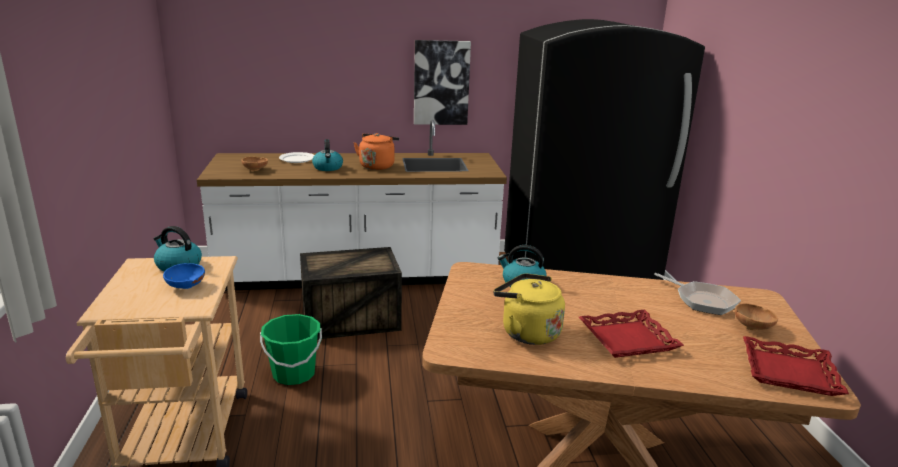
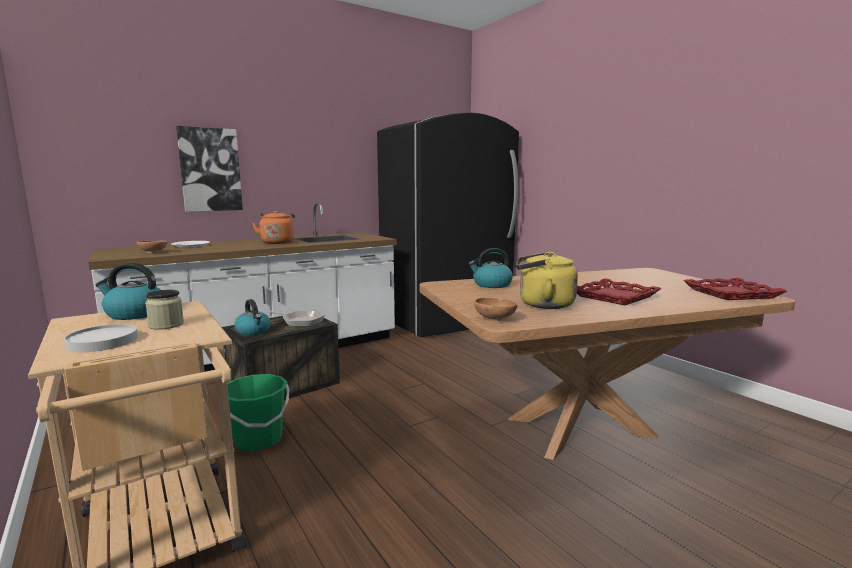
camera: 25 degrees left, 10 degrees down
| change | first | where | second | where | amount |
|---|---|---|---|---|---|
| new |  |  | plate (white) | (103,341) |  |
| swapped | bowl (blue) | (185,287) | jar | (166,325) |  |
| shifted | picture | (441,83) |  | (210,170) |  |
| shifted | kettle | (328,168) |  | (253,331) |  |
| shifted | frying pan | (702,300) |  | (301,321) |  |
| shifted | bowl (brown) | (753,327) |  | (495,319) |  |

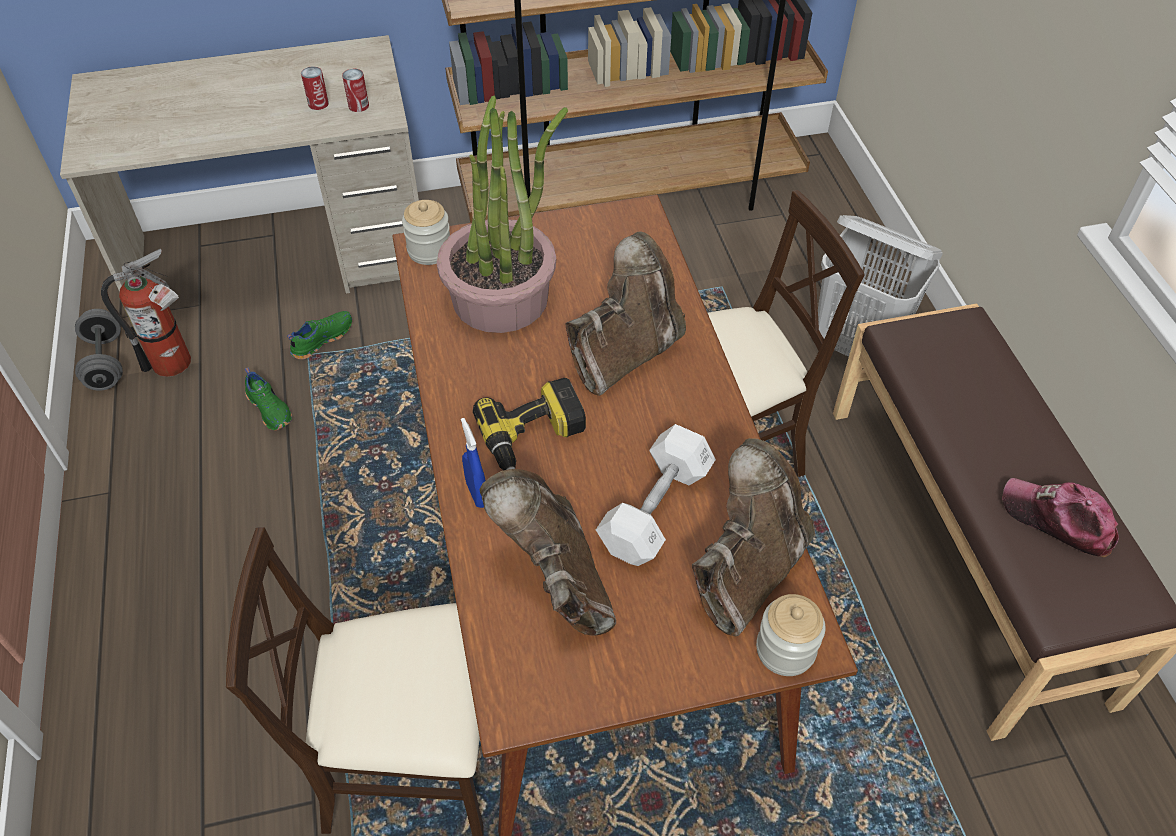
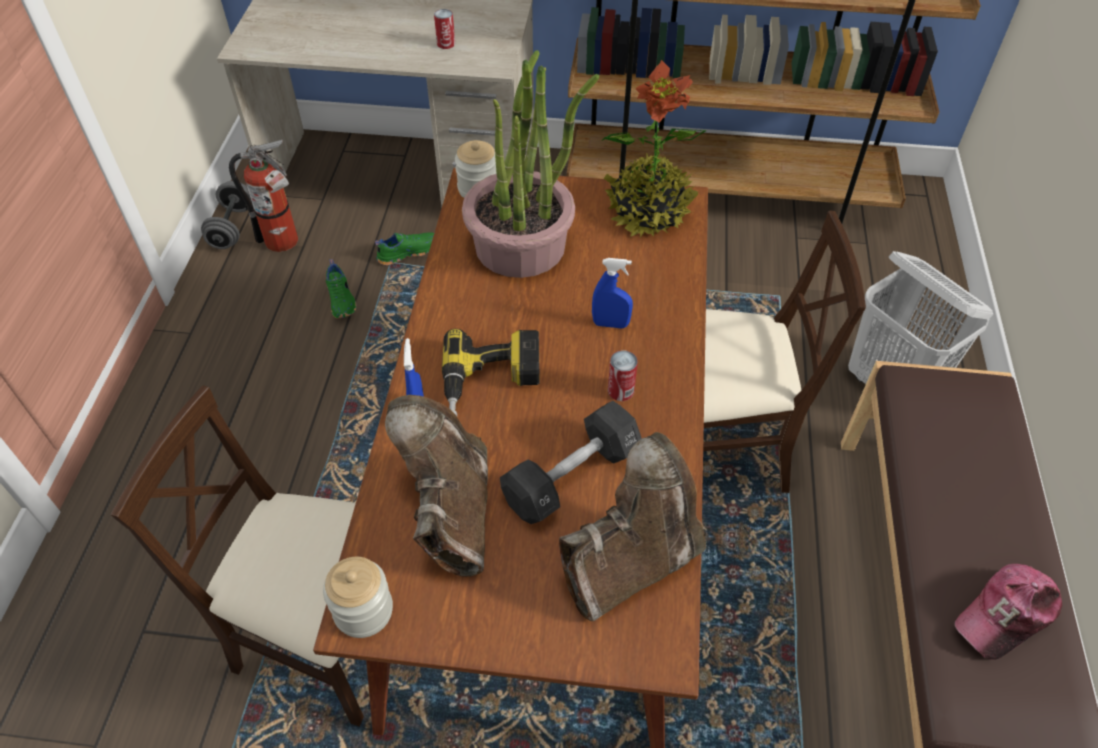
camera: 20 degrees right, 0 degrees up
| change | first | where | second | where | amount |
|---|---|---|---|---|---|
| shifted | jar | (785,650) |  | (363,611) |  |
| repainted | dumbbell (white) | (655,509) | dumbbell (black) | (571,476) |  |
| swapped | boot (brown) | (625,353) | spray bottle (blue) | (610,324) |  |
| new |  |  | potted plant | (648,211) |  |
| shifted | can | (358,106) |  | (620,390) |  |
| rotated | cap | (1058,520) |  | (1006,614) | 90 degrees counterclockwise |

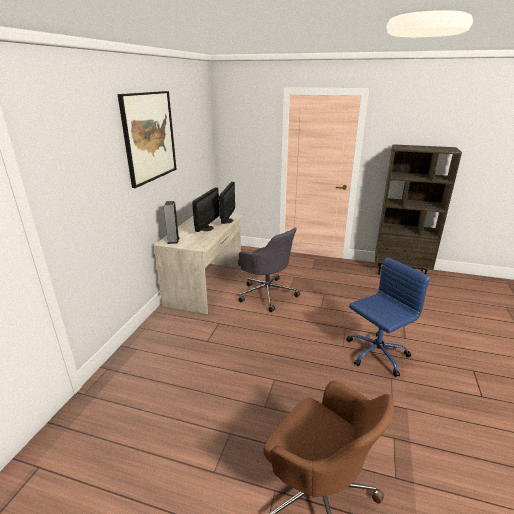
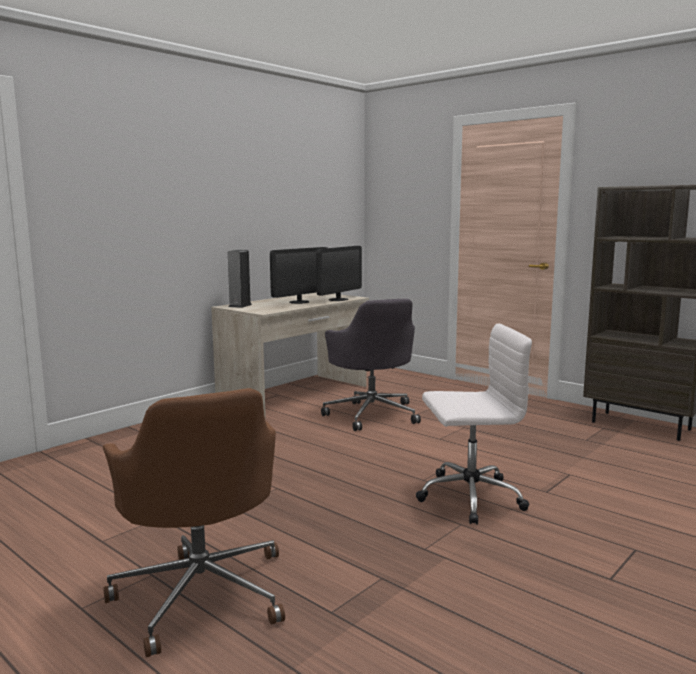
camera: 25 degrees right, 15 degrees down
| change | first | where | second | where | amount |
|---|---|---|---|---|---|
| repainted | office chair (blue) | (375,354) | office chair (white) | (468,497) |  |
| gone | picture | (149,137) |  |  |  |

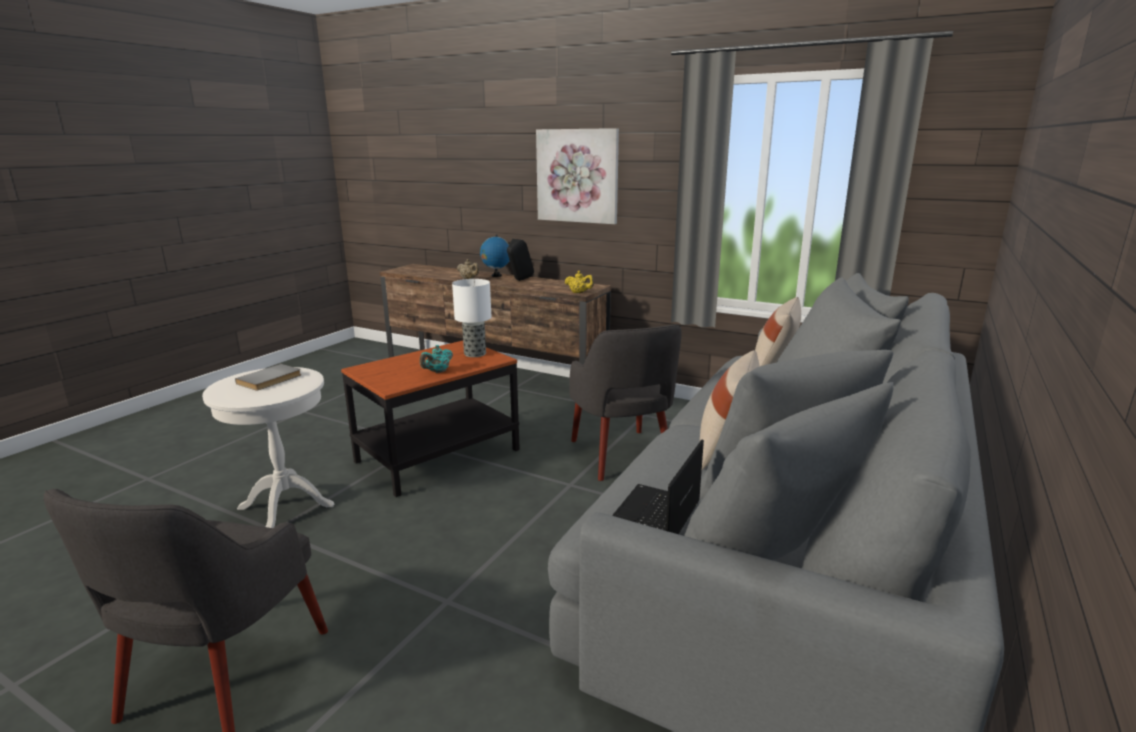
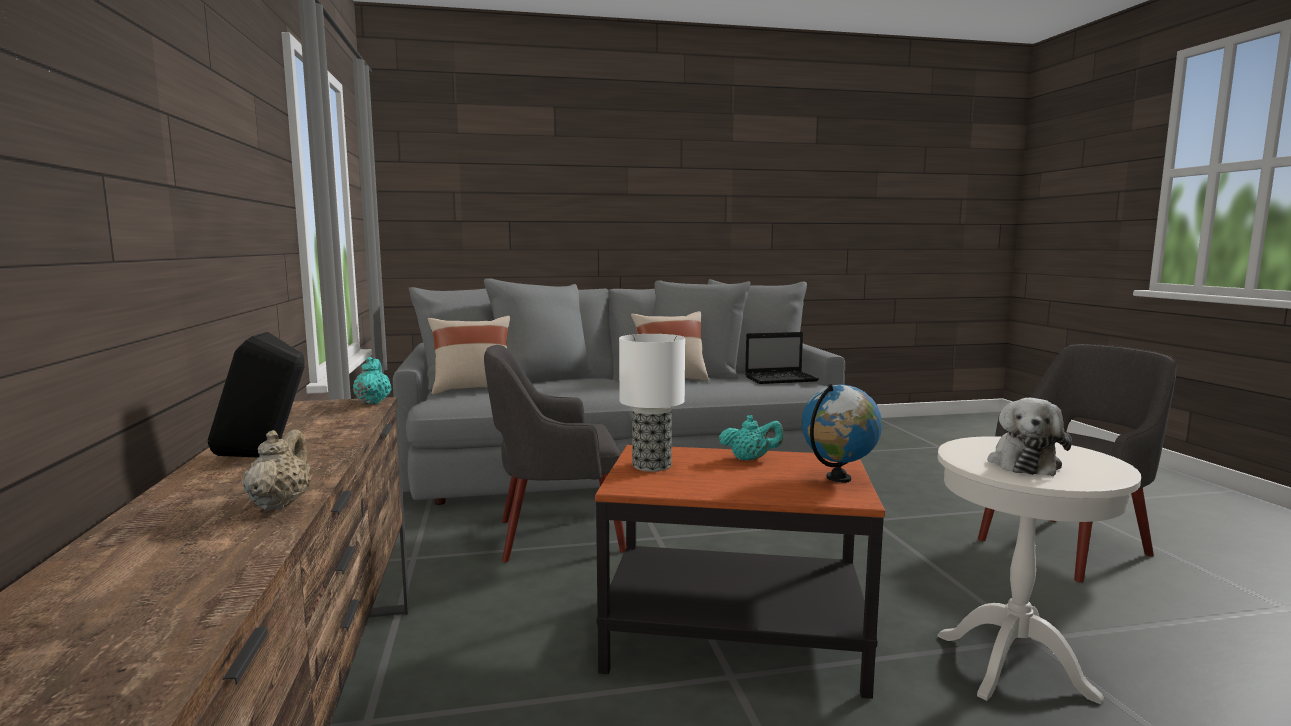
camera: 130 degrees left, 10 degrees down
| change | first | where | second | where | amount |
|---|---|---|---|---|---|
| repainted | teapot (yellow) | (579,293) | teapot (turquoise) | (373,402) |  |
| rotated | armchair (grey) | (621,455) |  | (557,535) | 135 degrees counterclockwise |
| shifted | globe | (496,276) |  | (838,478) |  |
| swapped | book (grey) | (271,379) | plush toy | (1024,463) |  |
| gone | picture | (578,176) |  |  |  |

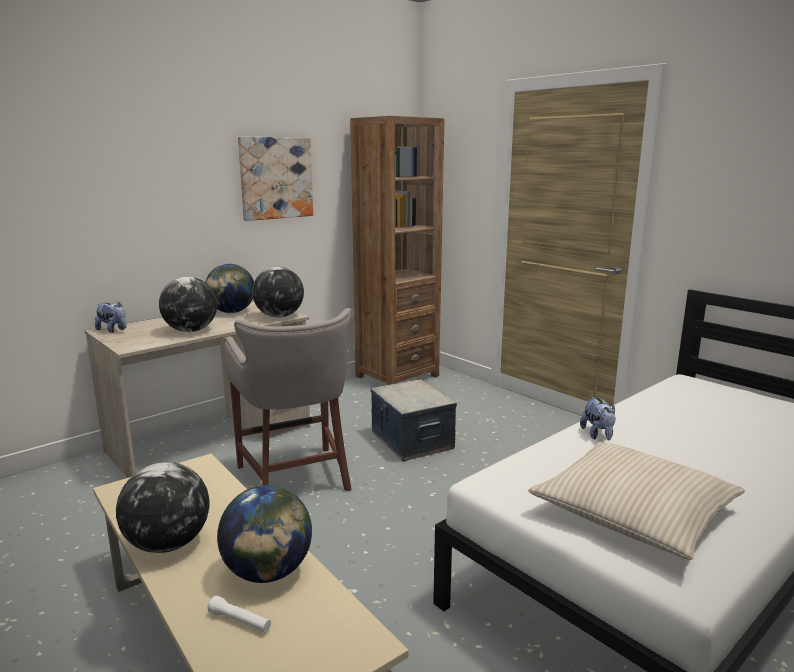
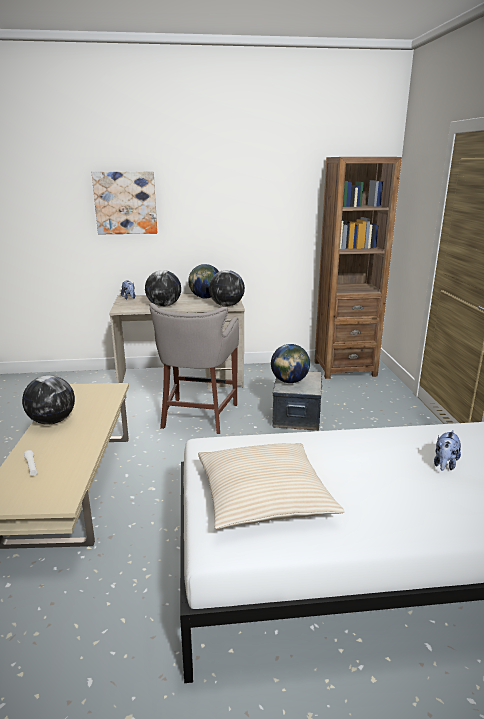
camera: 35 degrees right, 5 degrees up
| change | first | where | second | where | amount |
|---|---|---|---|---|---|
| shifted | picture | (275,178) |  | (125,203) |  |
| shifted | globe | (268,573) |  | (289,381) |  |
| shifted | plush toy | (598,435) |  | (444,464) |  |

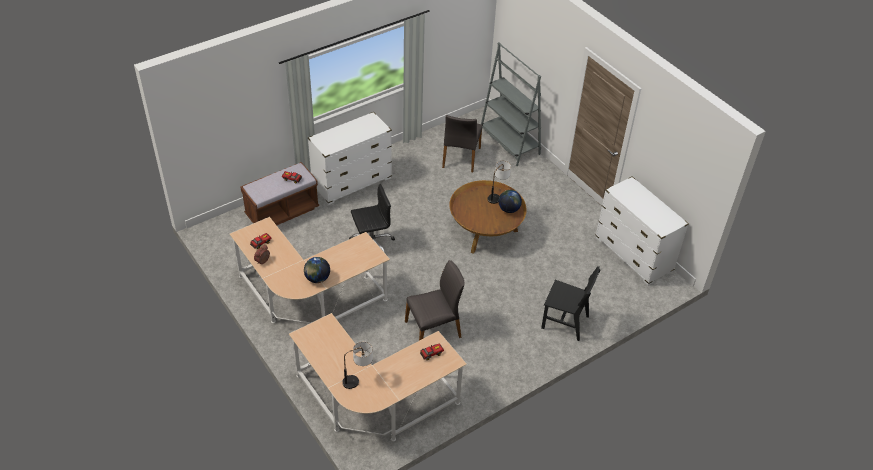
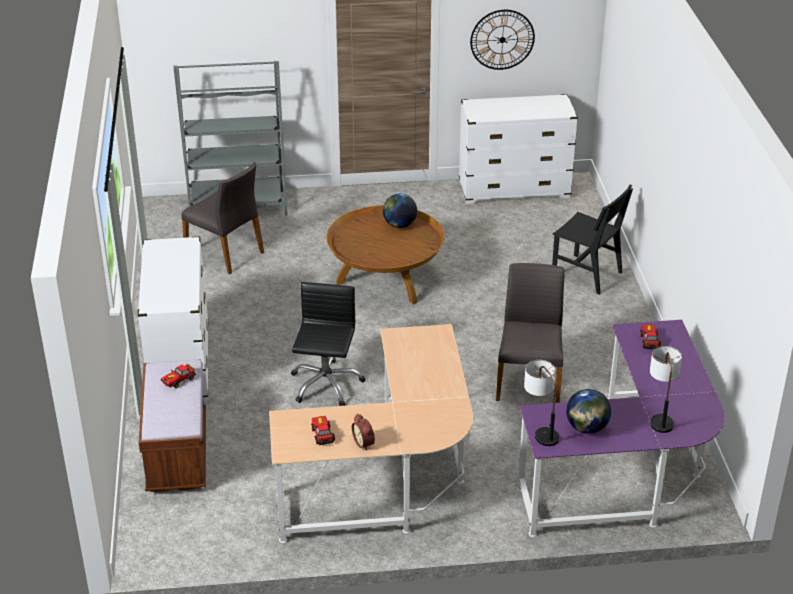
camera: 60 degrees left, 10 degrees down
| change | first | where | second | where | amount |
|---|---|---|---|---|---|
| new |  |  | wall clock | (502,39) |  |
| repainted | desk (beige) | (373,404) | desk (purple) | (627,476) |  |
| shifted | table lamp | (497,195) |  | (540,429) |  |
| rotated | chair (black) | (565,322) |  | (586,274) | 75 degrees clockwise |
| shifted | globe | (317,278) |  | (586,428) |  |

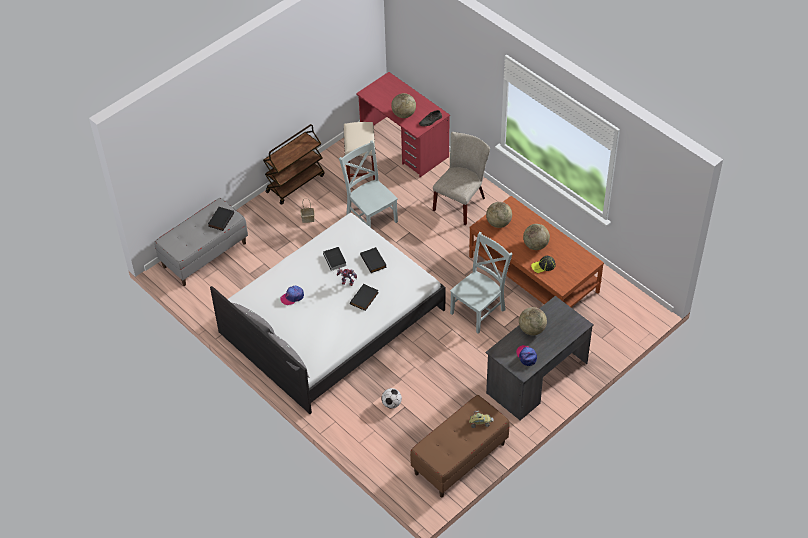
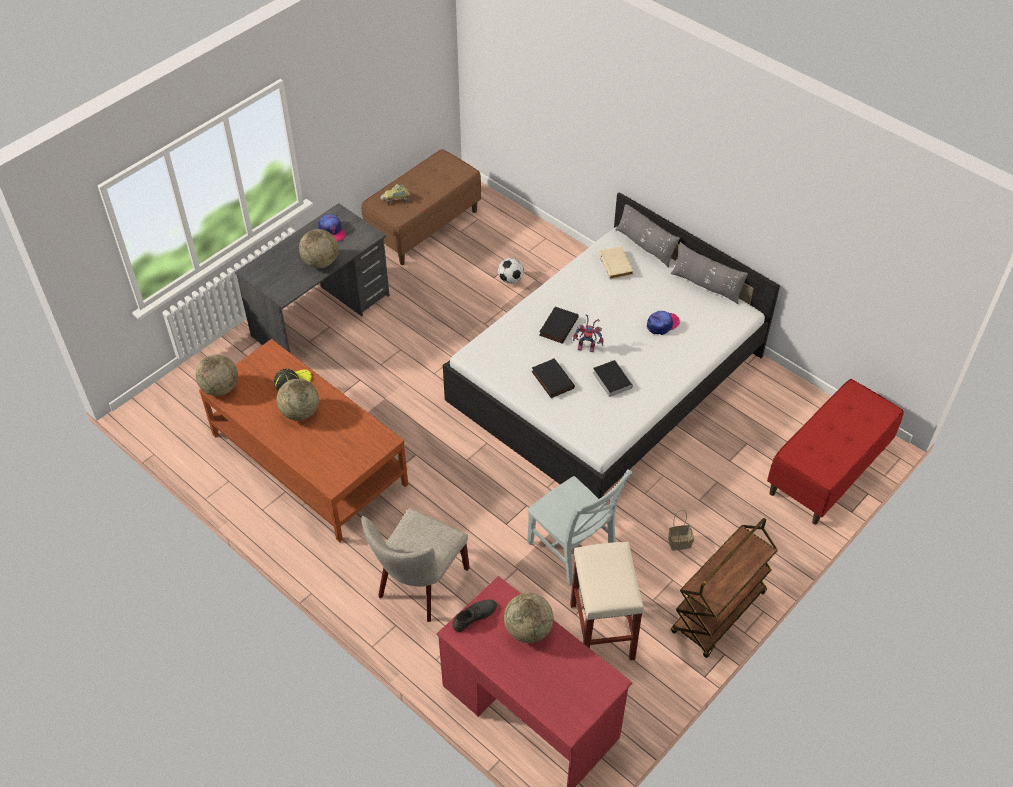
camera: 175 degrees right, 0 degrees up
| change | first | where | second | where | amount |
|---|---|---|---|---|---|
| shifted | globe | (498,223) |  | (220,388) |  |
| new |  |  | book (beige) | (616,265) |  |
| repainted | bench (grey) | (204,254) | bench (red) | (828,471) |  |
| gone | book (black) | (220,219) |  |  |  |
| gone | chair (grey) | (479,310) |  |  |  |

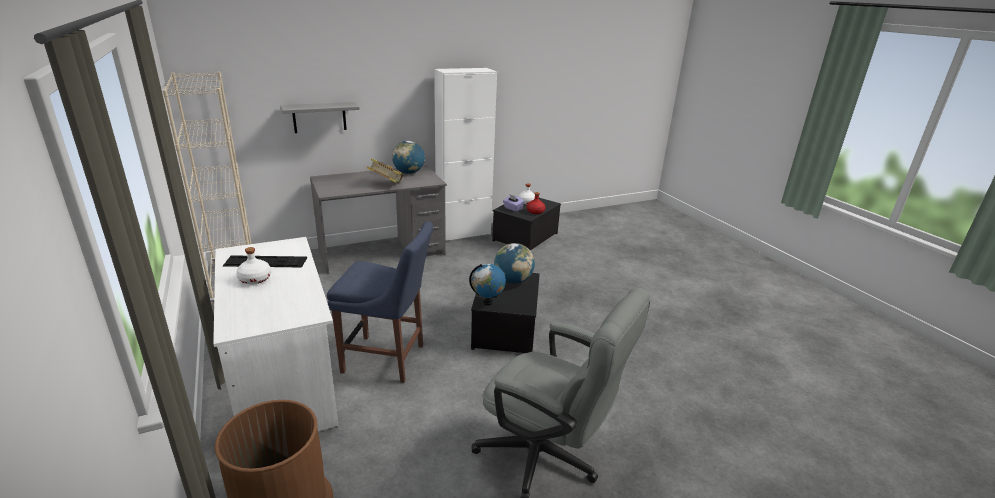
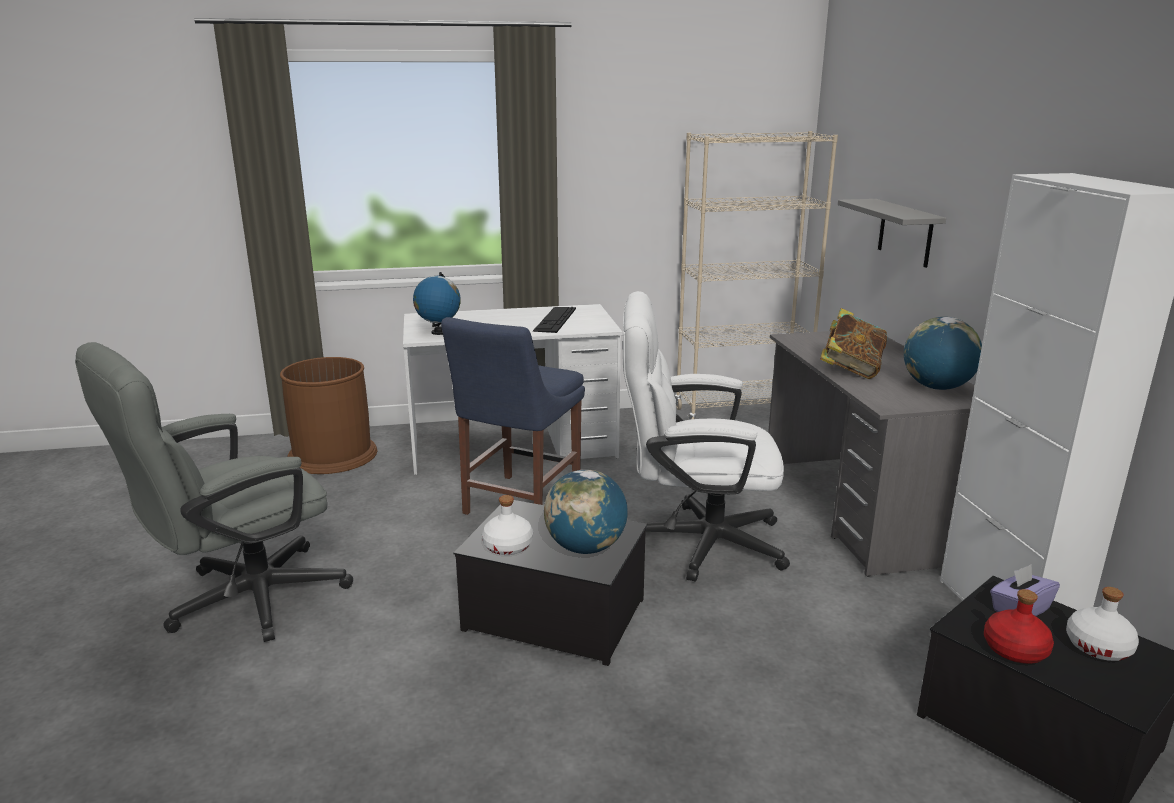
camera: 105 degrees right, 5 degrees down
| change | first | where | second | where | amount |
|---|---|---|---|---|---|
| shifted | globe | (487,302) |  | (438,332) |  |
| shifted | bottle (white) | (255,279) |  | (507,546) |  |
| new |  |  | office chair (white) | (695,541) |  |

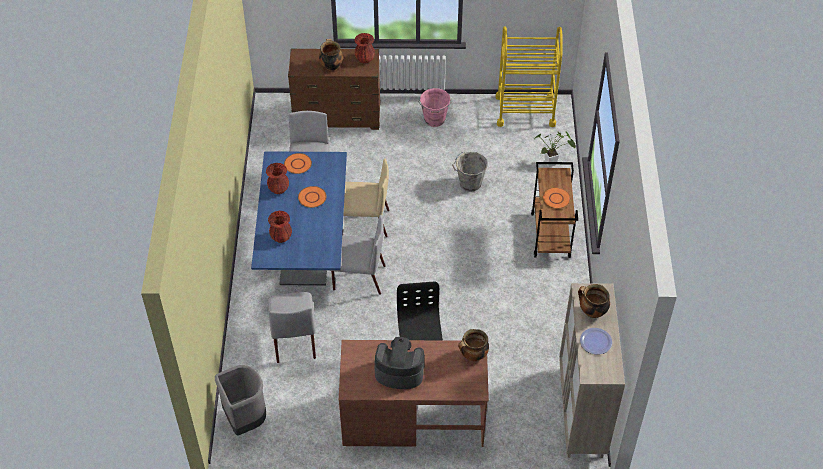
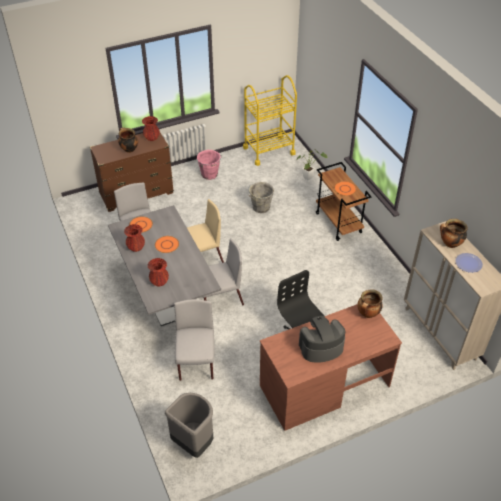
camera: 25 degrees left, 5 degrees down
| change | first | where | second | where | amount |
|---|---|---|---|---|---|
| repainted | dining table (blue) | (305,251) | dining table (grey) | (167,294) |  |
| rotated | chair (grey) | (294,339) |  | (196,363) | 150 degrees counterclockwise |

